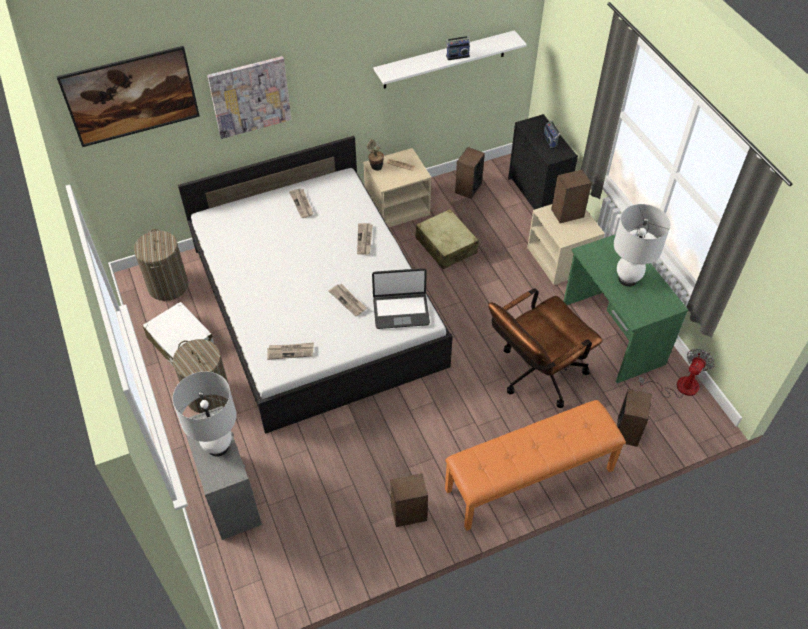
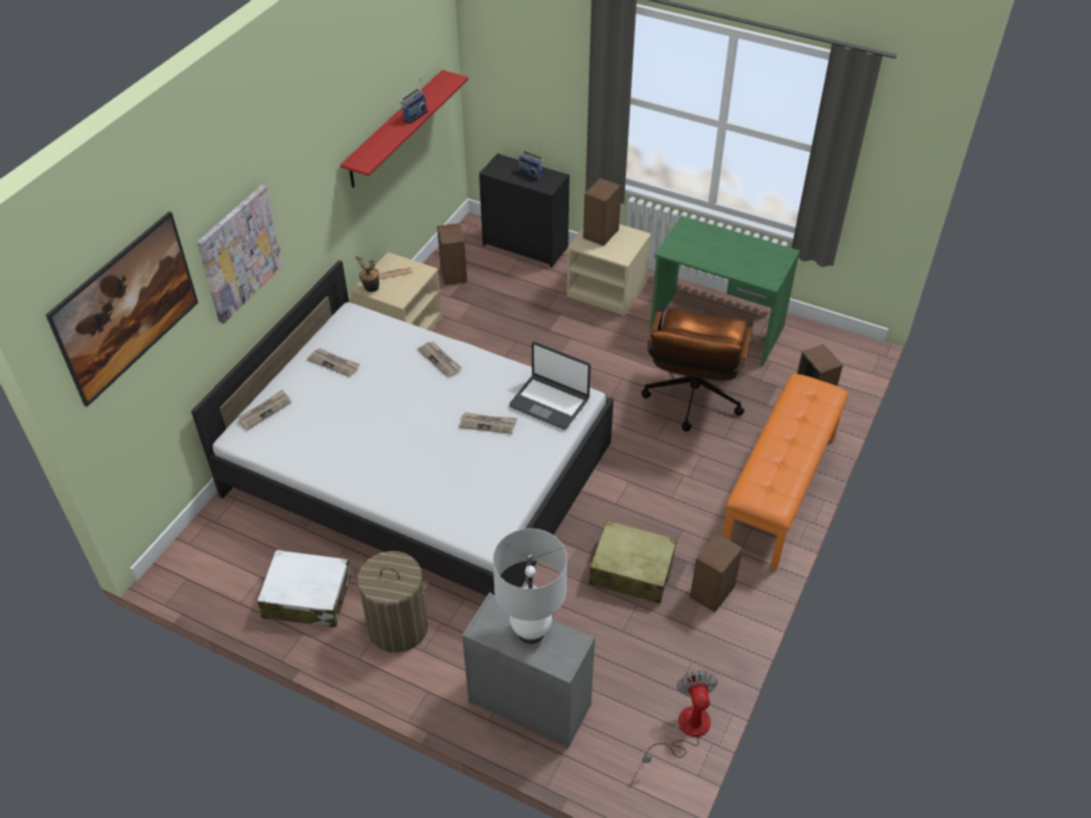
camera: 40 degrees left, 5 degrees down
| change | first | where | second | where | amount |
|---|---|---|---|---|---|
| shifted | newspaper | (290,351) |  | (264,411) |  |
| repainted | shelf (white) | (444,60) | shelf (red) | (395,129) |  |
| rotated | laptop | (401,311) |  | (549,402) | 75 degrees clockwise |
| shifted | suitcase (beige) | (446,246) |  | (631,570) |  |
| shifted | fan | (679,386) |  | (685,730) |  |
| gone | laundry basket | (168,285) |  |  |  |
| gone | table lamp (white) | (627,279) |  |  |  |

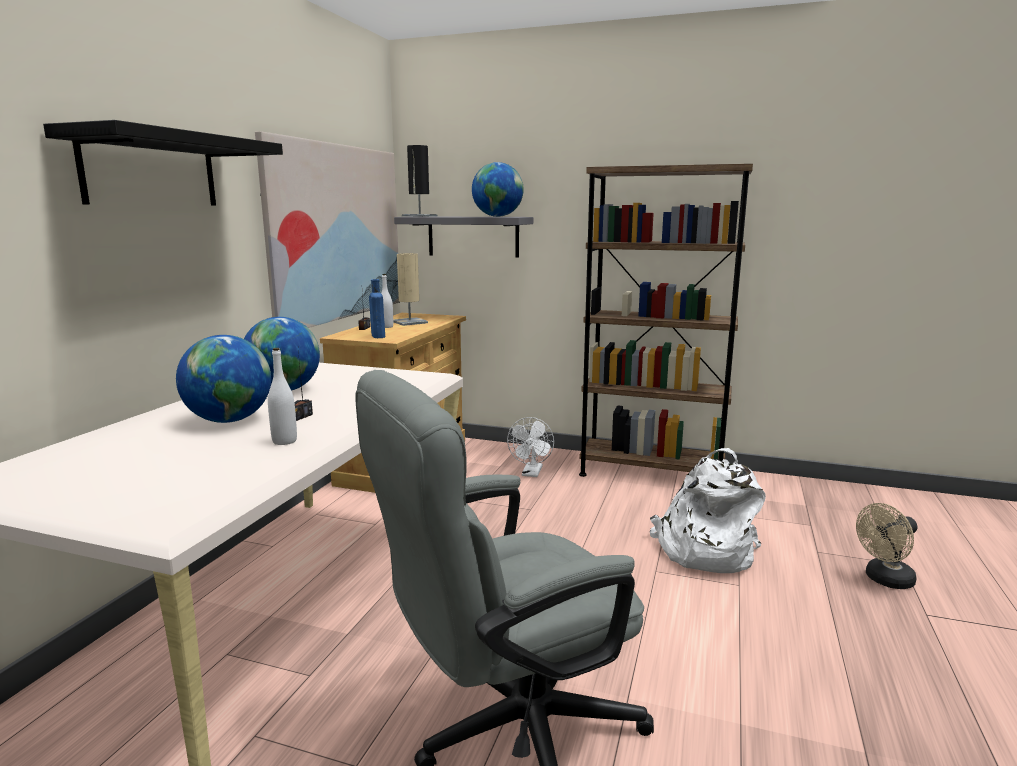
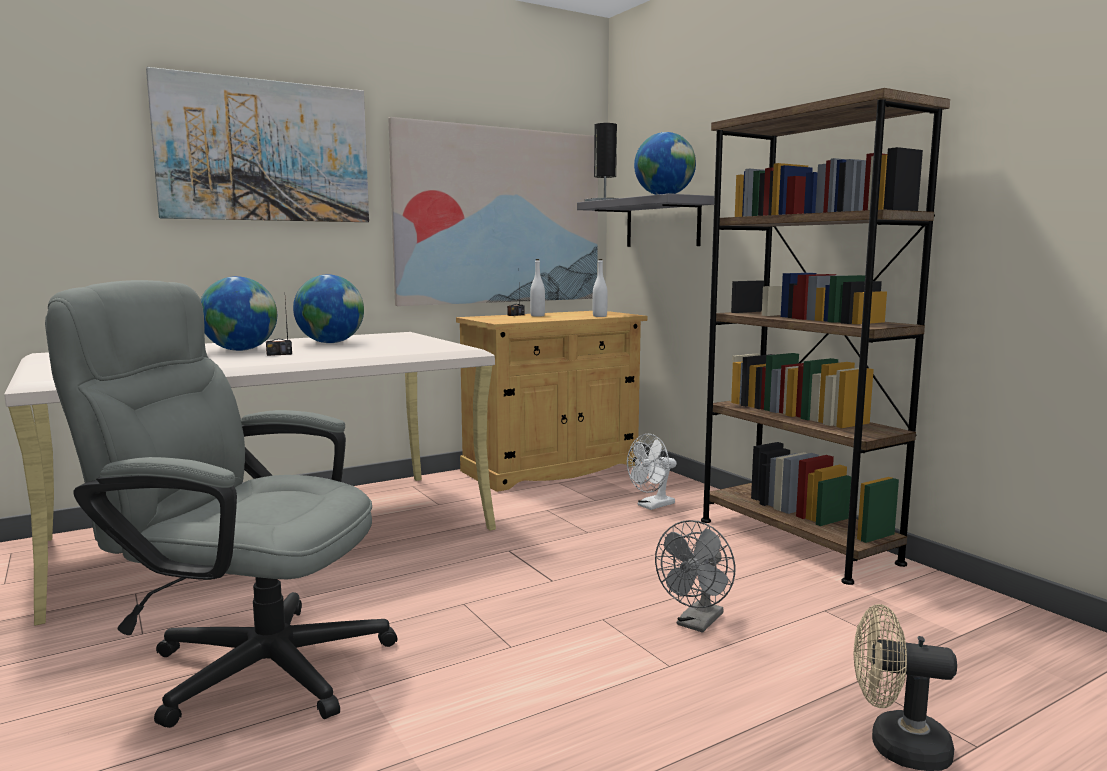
camera: 40 degrees right, 5 degrees down
| change | first | where | second | where | amount |
|---|---|---|---|---|---|
| swapped | shelf (black) | (151,171) | picture | (265,151) |  |
| shifted | bottle (white) | (284,441) |  | (599,316) |  |
| swapped | backpack (white) | (703,551) | fan (grey) | (697,623) |  |
| gone | bottle (blue) | (377,336) |  |  |  |
| gone | table lamp (beige) | (410,322) |  |  |  |

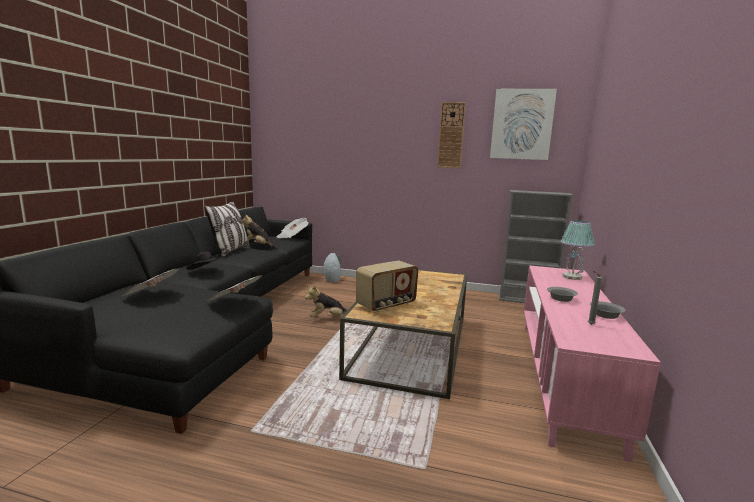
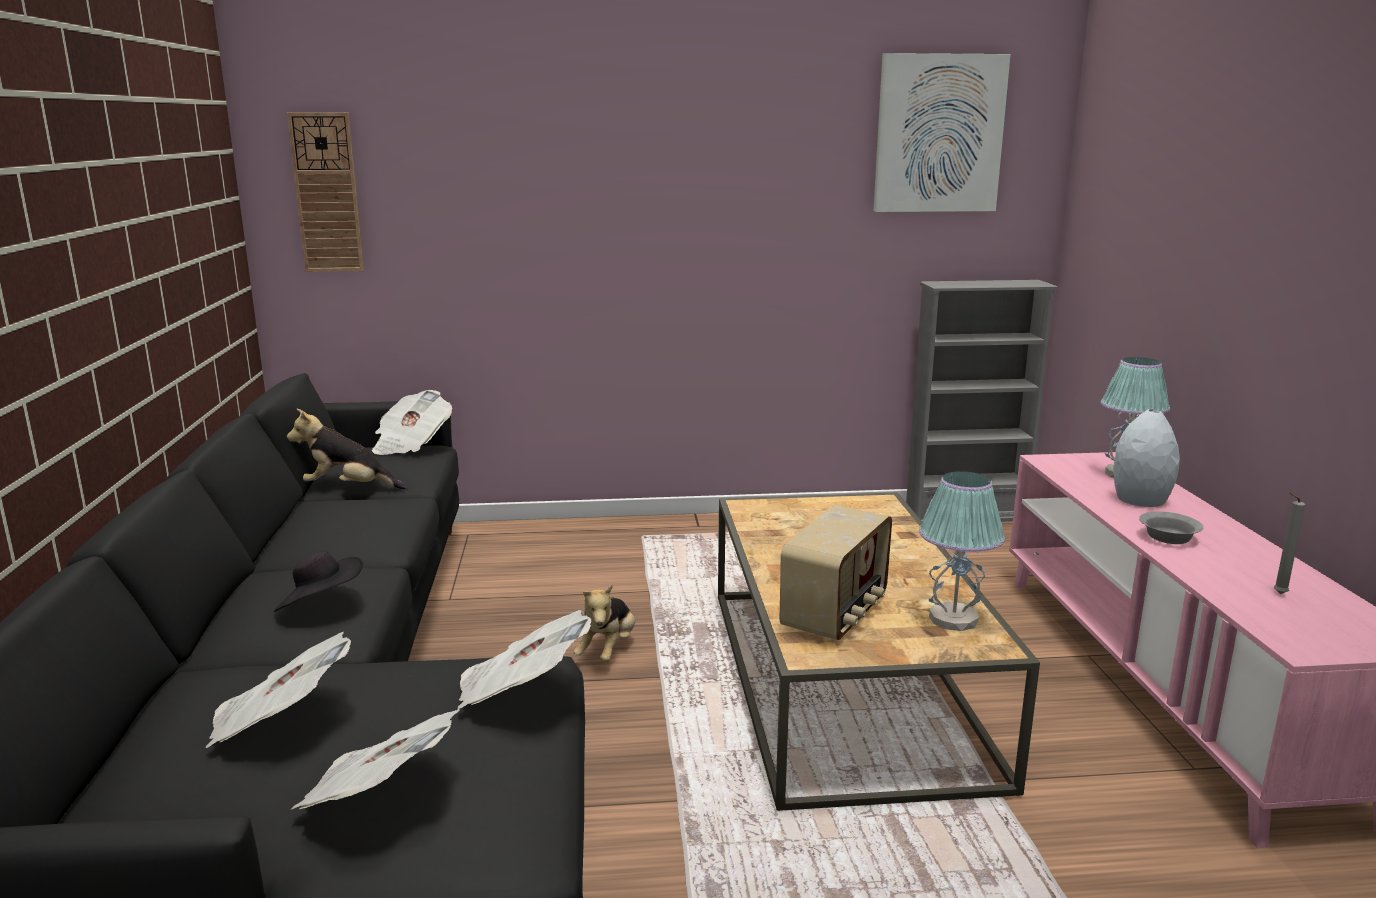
camera: 20 degrees left, 5 degrees up
| change | first | where | second | where | amount |
|---|---|---|---|---|---|
| shifted | wall clock | (451,135) |  | (327,193) |  |
| new |  |  | newspaper | (380,796) |  |
| rotated | plush toy | (328,318) |  | (607,650) | 45 degrees counterclockwise |
| new |  |  | table lamp | (954,619) |  |
| shifted | vase (grey) | (332,280) |  | (1138,499) |  |
| gone | pillow | (230,251) |  |  |  |
| gone | bowl (grey) | (606,315) |  |  |  |

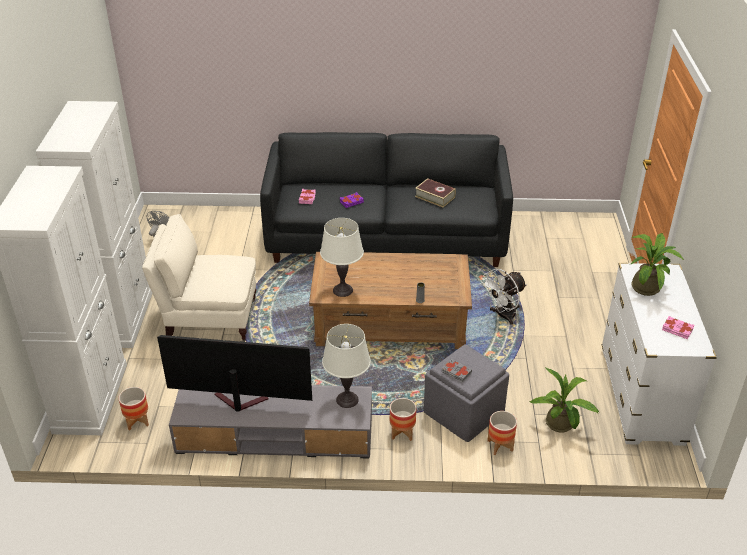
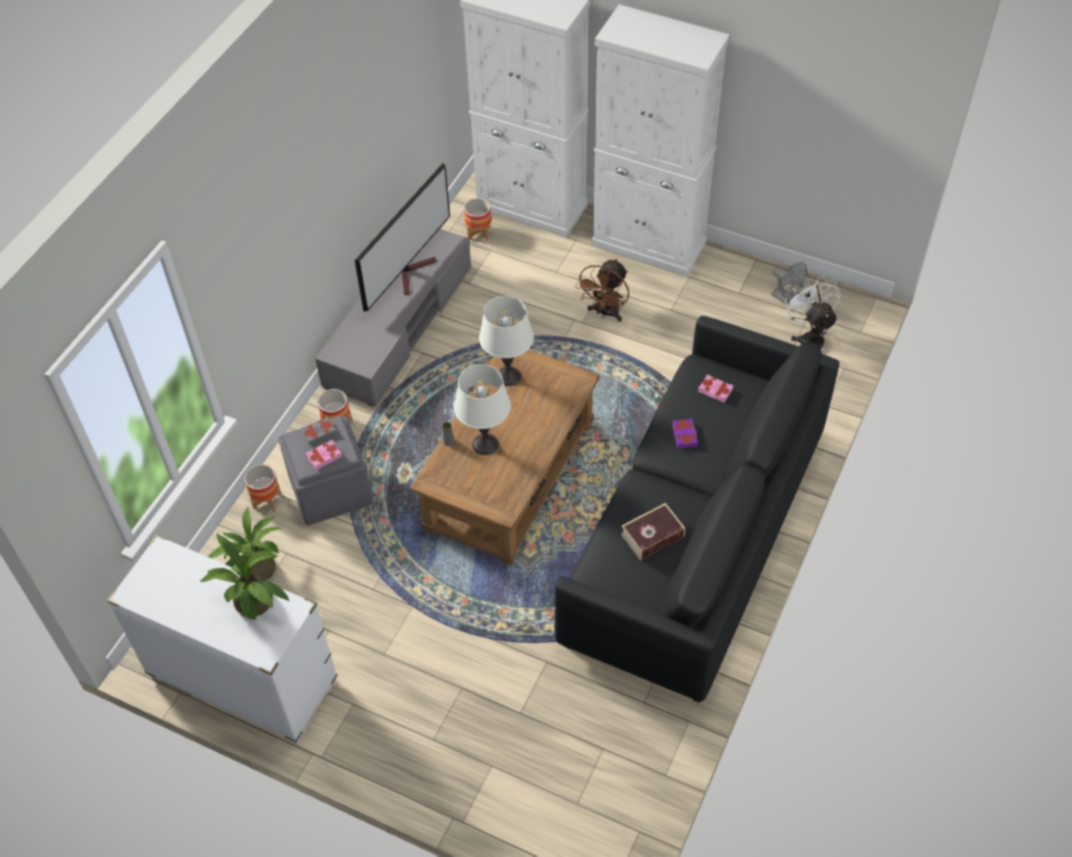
camera: 115 degrees right, 15 degrees up
| change | first | where | second | where | amount |
|---|---|---|---|---|---|
| shifted | book (pink) | (677,330) |  | (324,456) |  |
| shifted | table lamp (white) | (347,399) |  | (485,444) |  |
| swapped | armchair (beige) | (209,320) | fan (brown) | (605,313) |  |
| shifted | fan (white) | (502,316) |  | (809,337) |  |

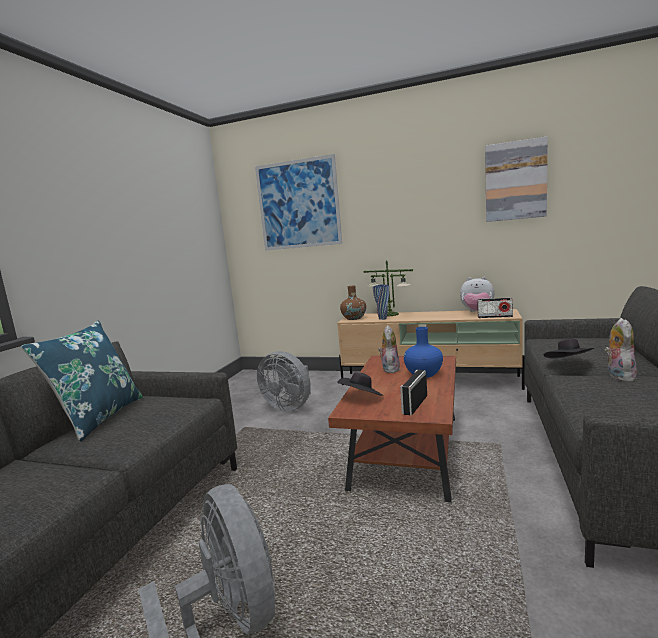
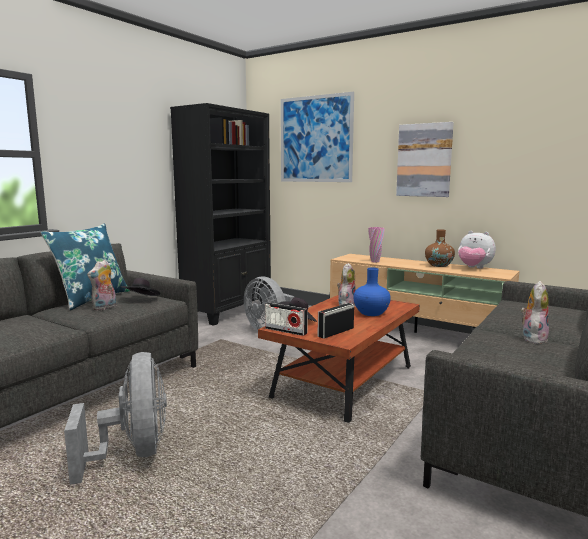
camera: 15 degrees right, 0 degrees up
| change | first | where | second | where | amount |
|---|---|---|---|---|---|
| new |  |  | plush toy | (105,308) |  |
| shifted | hat (black) | (568,364) |  | (141,300) |  |
| new |  |  | bookcase (black) | (228,311) |  |
| shifted | radio | (495,317) |  | (286,331) |  |
| repainted | vase (blue) | (382,319) | vase (pink) | (375,261) |  |
| shifted | picture | (515,181) |  | (424,160) |  |
| shifted | vase (brown) | (354,318) |  | (439,265) |  |
| gone | table lamp | (389,314) |  |  |  |

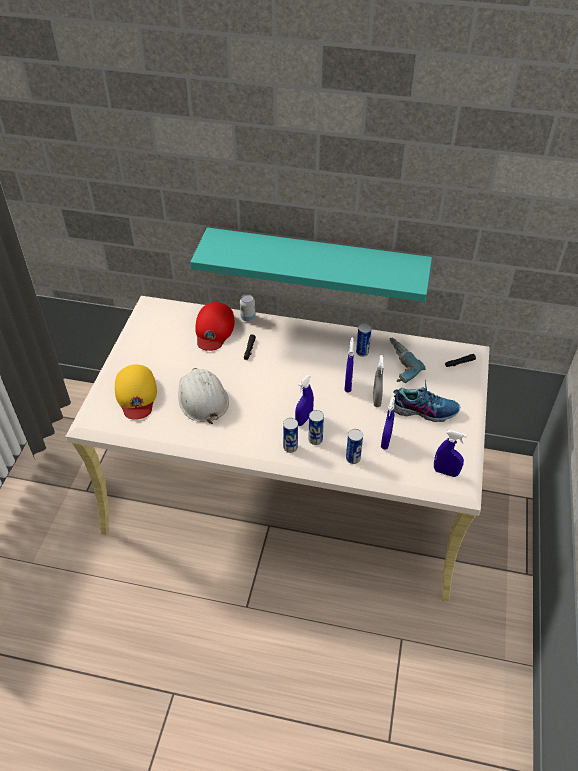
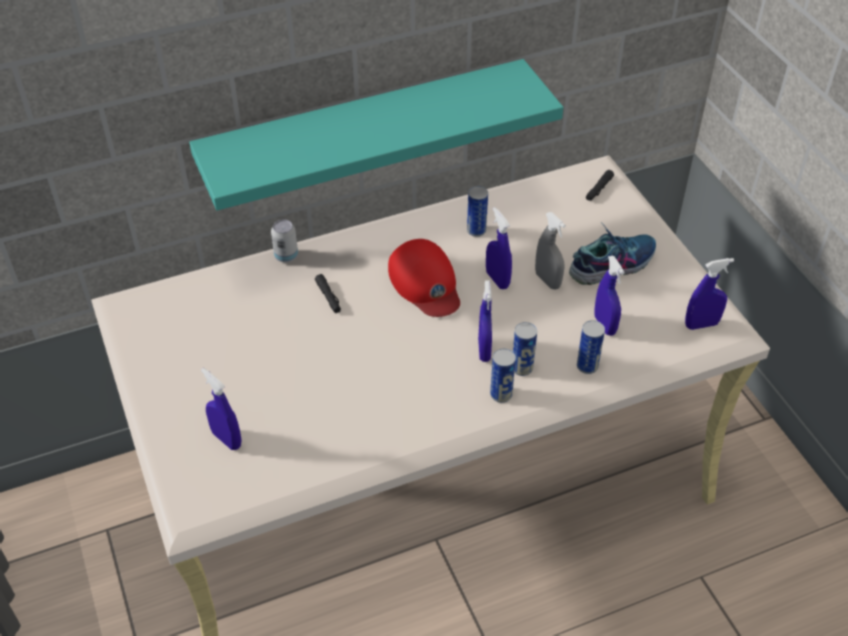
camera: 35 degrees left, 0 degrees up
| change | first | where | second | where | amount |
|---|---|---|---|---|---|
| swapped | cap (yellow) | (136,395) | spray bottle (blue) | (226,439) |  |
| shifted | cap (red) | (214,330) |  | (425,283) |  |
| gone | hard hat (white) | (202,398) |  |  |  |
| gone | power drill | (396,364) |  |  |  |

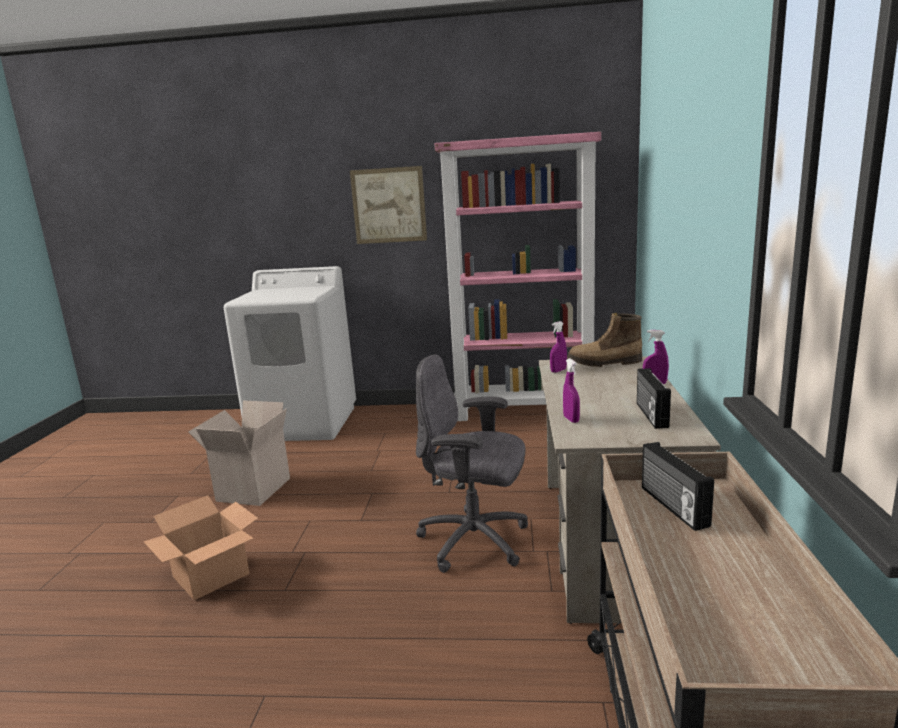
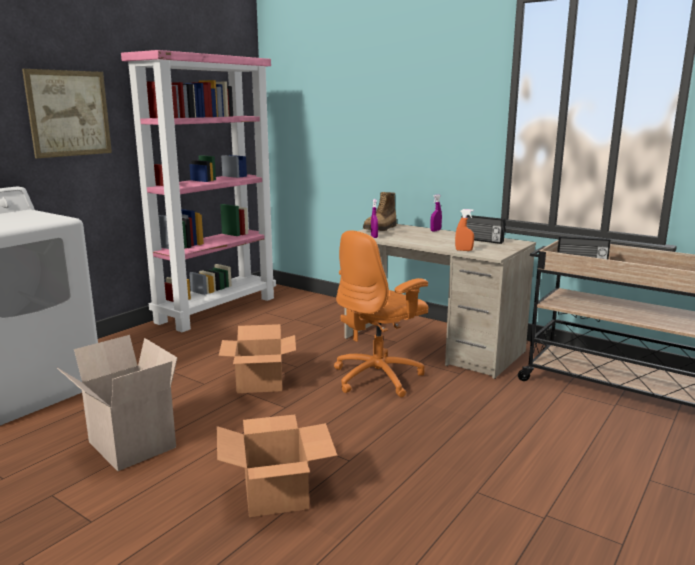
camera: 60 degrees left, 0 degrees up
| change | first | where | second | where | amount |
|---|---|---|---|---|---|
| new |  |  | cardboard box | (260,382) |  |
| repainted | office chair (grey) | (475,541) | office chair (orange) | (379,377) |  |
| repainted | spray bottle (purple) | (571,419) | spray bottle (orange) | (464,250) |  |

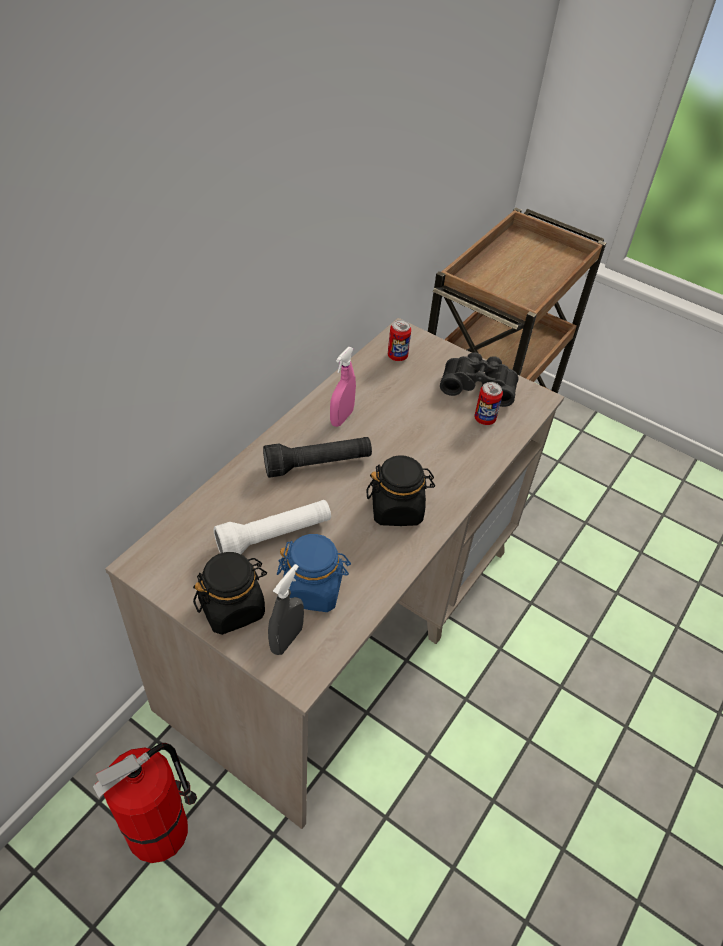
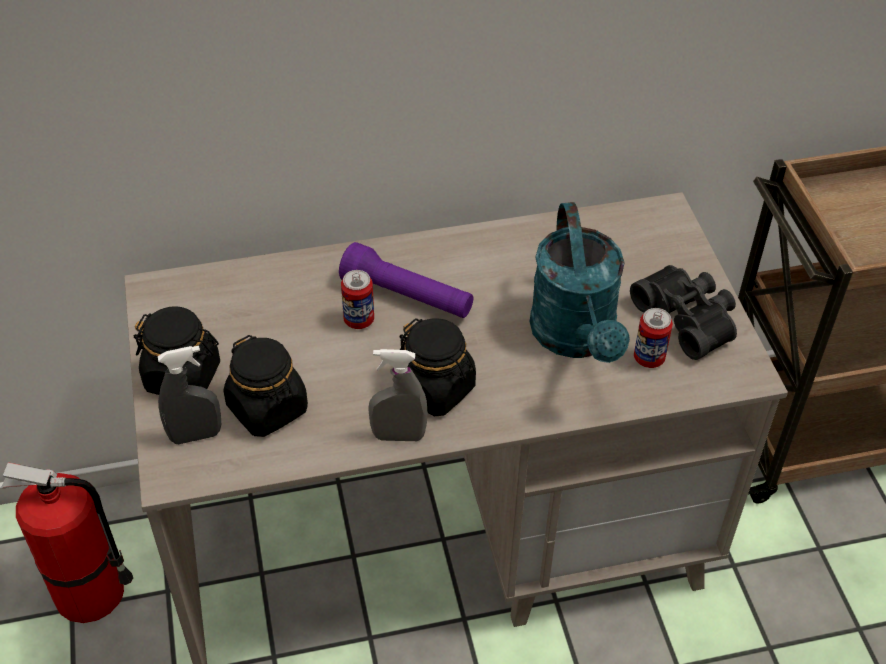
camera: 45 degrees right, 0 degrees up
| change | first | where | second | where | amount |
|---|---|---|---|---|---|
| repainted | jar (blue) | (313,589) | jar (black) | (268,408) |  |
| repainted | flashlight (black) | (318,464) | flashlight (purple) | (407,297) |  |
| shifted | can | (397,356) |  | (359,320) |  |
| new |  |  | spray bottle (grey) | (398,436) |  |
| new |  |  | watering can (turquoise) | (577,338) |  |
| gone | flashlight (white) | (274,536) |  |  |  |
| gone | spray bottle (pink) | (341,418) |  |  |  |

